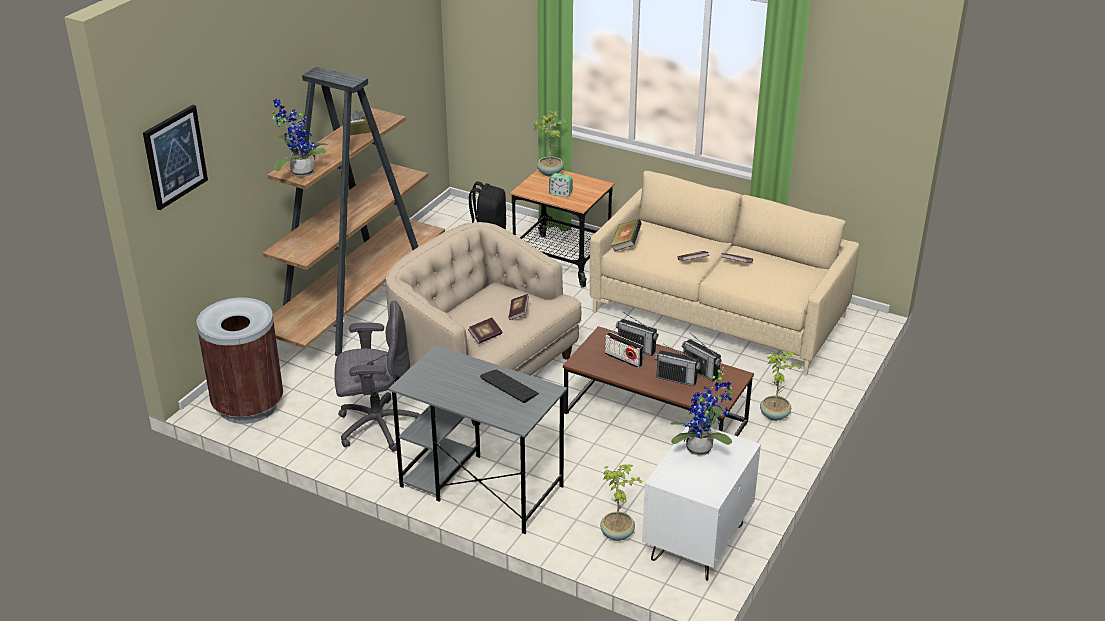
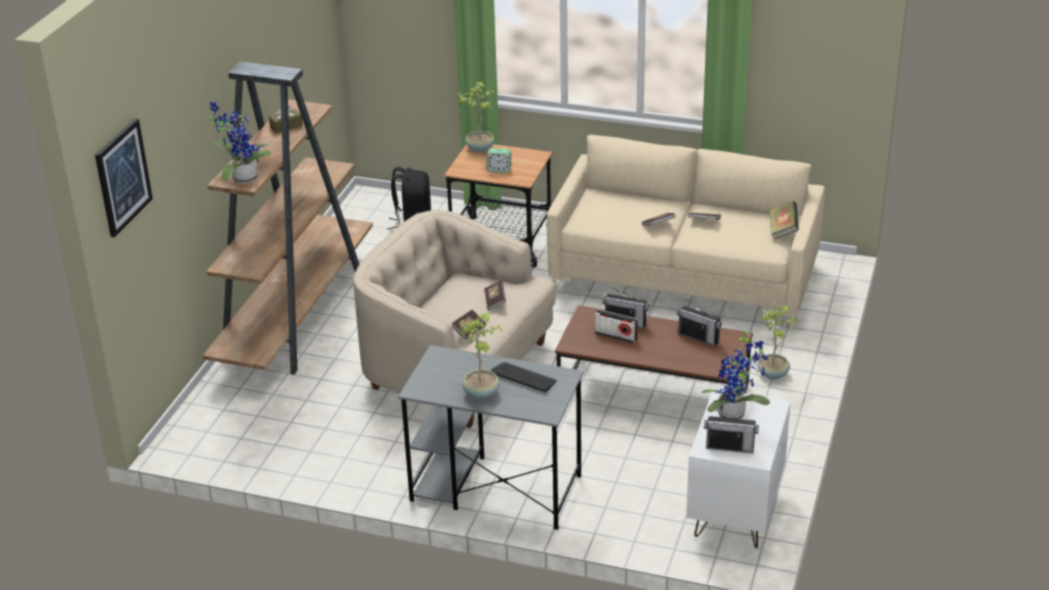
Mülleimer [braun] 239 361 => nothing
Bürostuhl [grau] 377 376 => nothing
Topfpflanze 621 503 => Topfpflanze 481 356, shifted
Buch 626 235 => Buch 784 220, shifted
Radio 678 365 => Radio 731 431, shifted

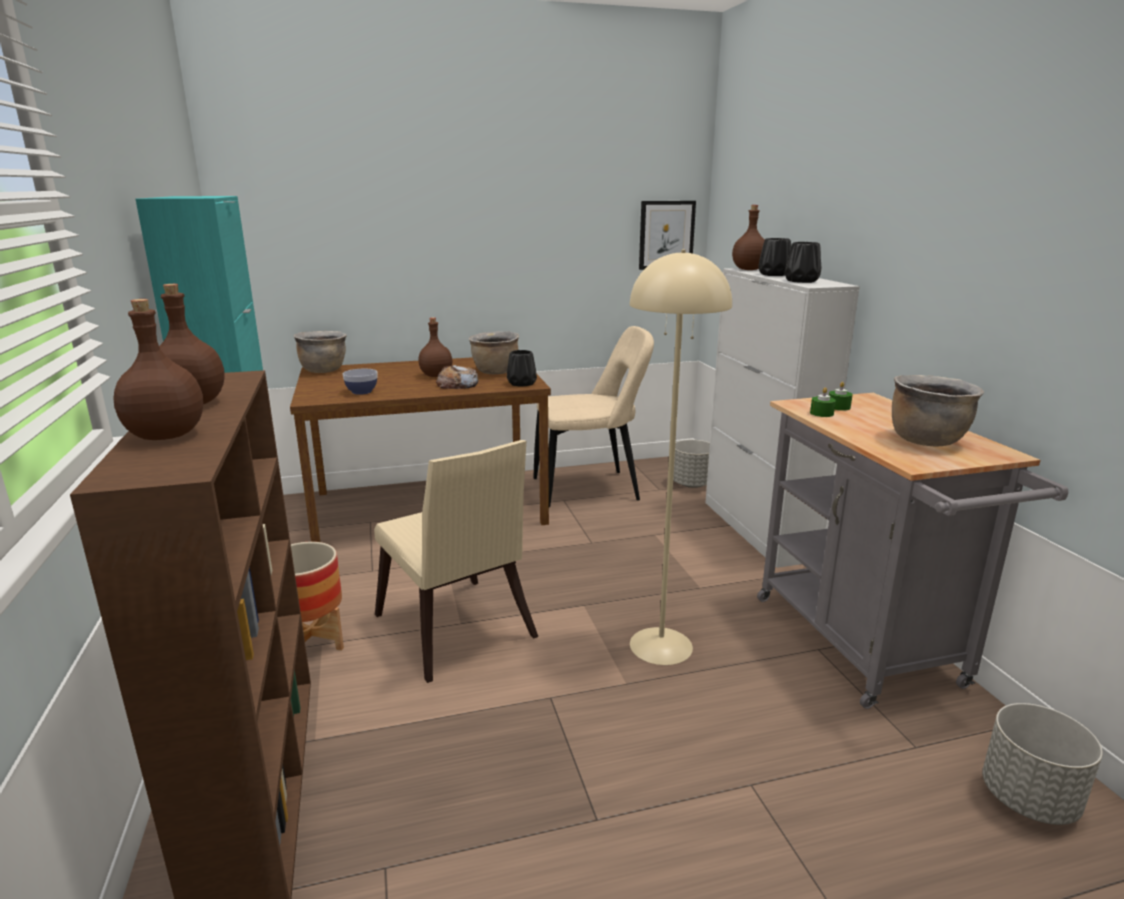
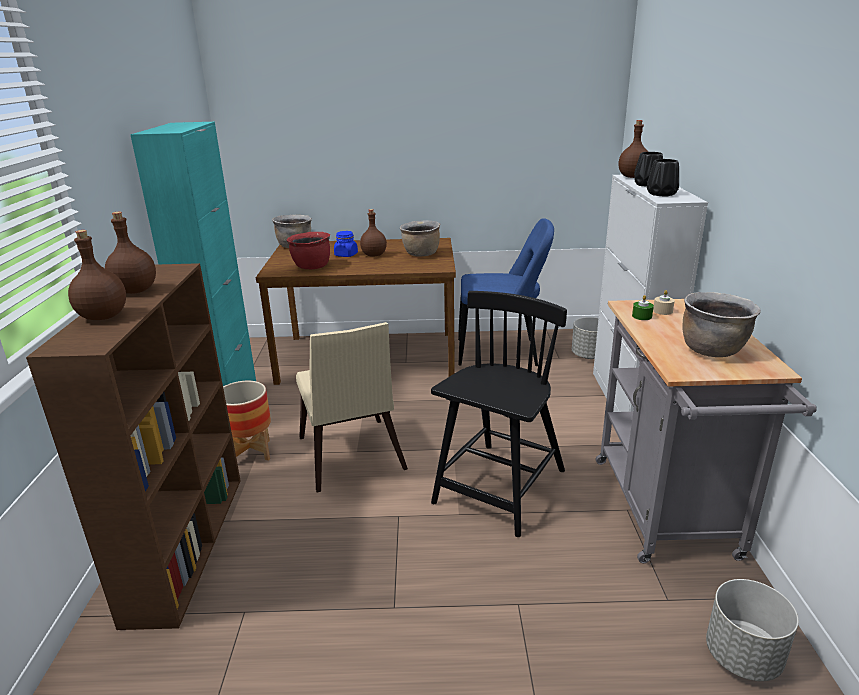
Schüssel 360 382 => Kochtopf [rot] 308 250
Brot 457 377 => nothing
Vase [schwarz] 522 368 => nothing
Stuhl [beige] 593 416 => Stuhl [blau] 506 292
Stehlampe [beige] 681 457 => Stuhl [schwarz] 499 414
Bild 667 235 => nothing
Kerze [grün] 841 396 => Kerze [beige] 664 302
nothing => Vorratsglas [blau] 346 244

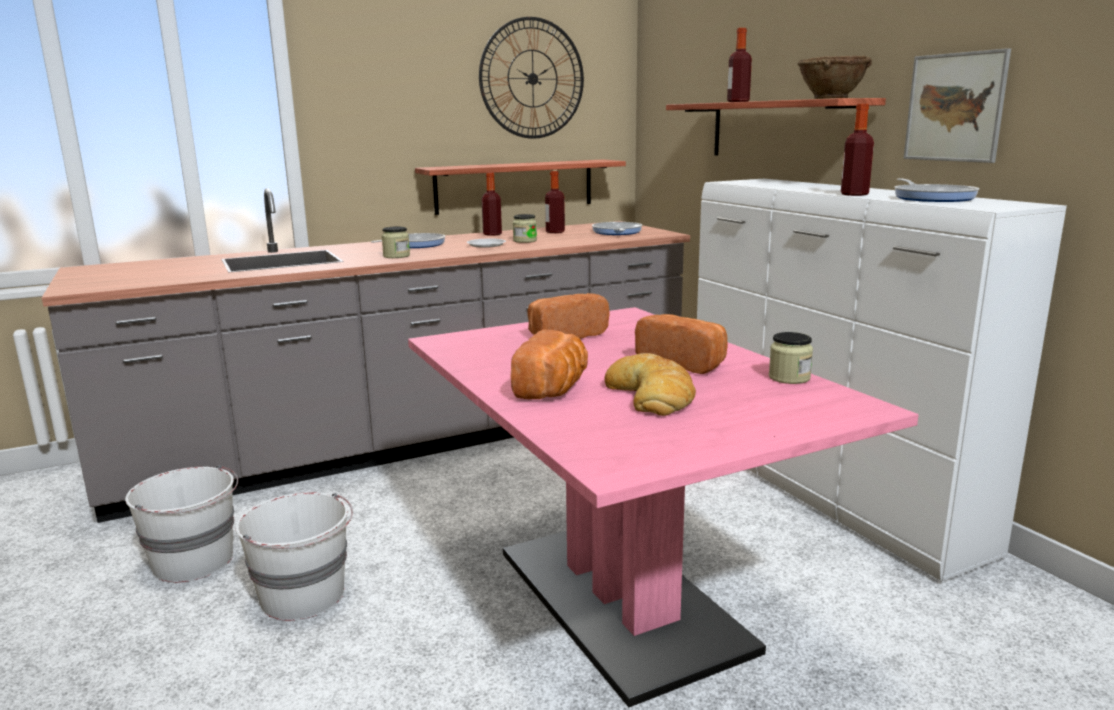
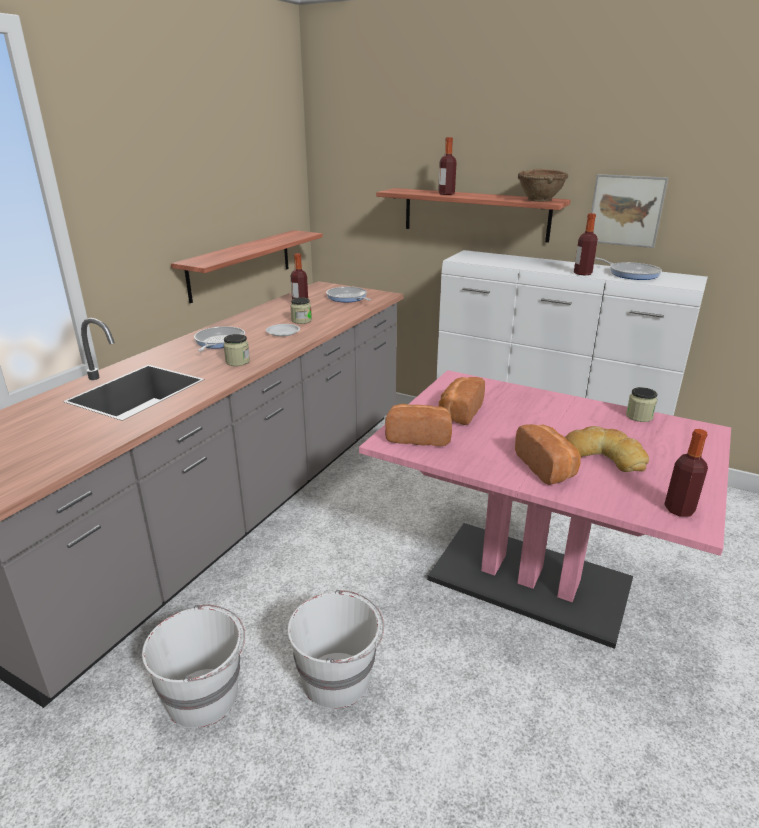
Wanduhr 531 78 => nothing
Flasche 492 204 => Flasche 686 473, shifted
Brot 681 344 => Brot 418 425, shifted

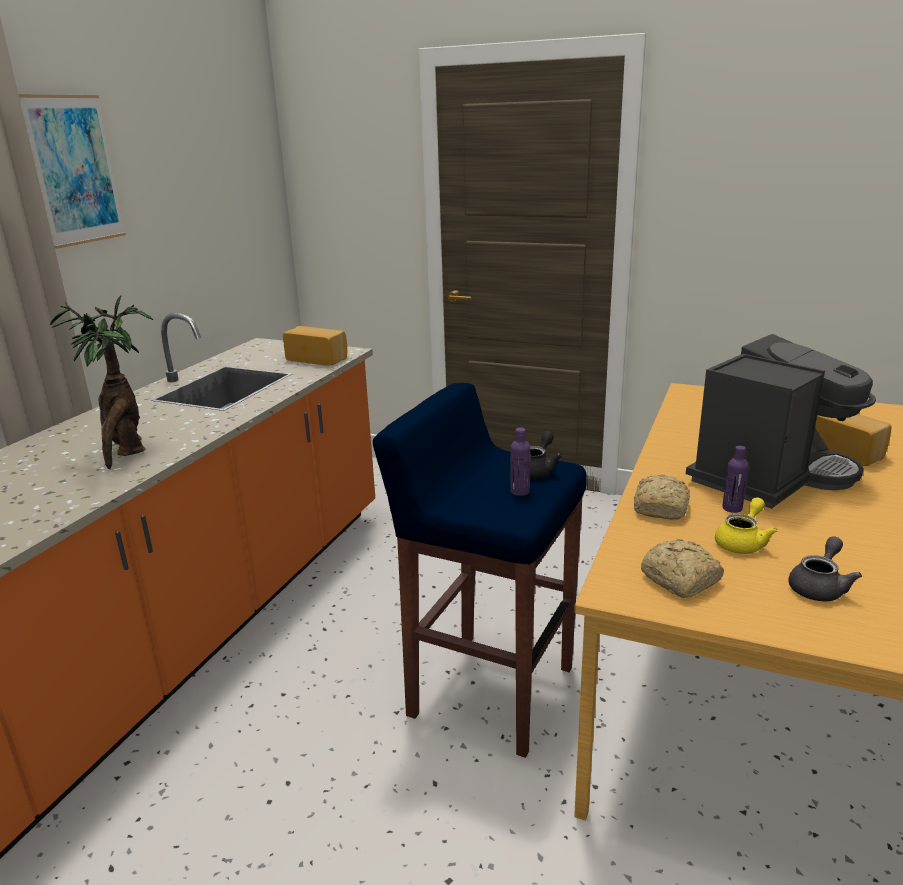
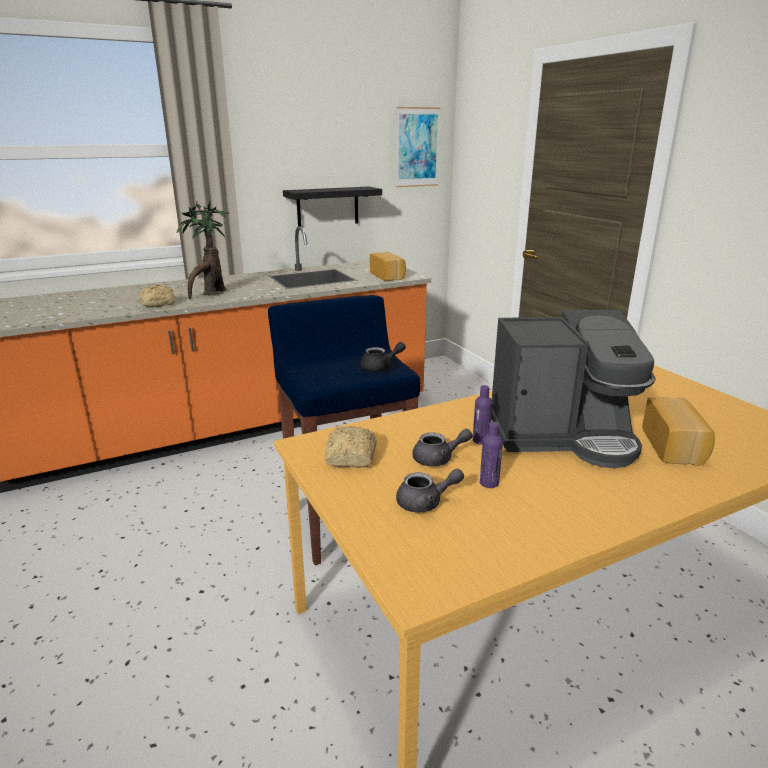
Bild 72 171 => Bild 418 147, shifted
Flasche [lila] 520 462 => Flasche [lila] 491 455, shifted
Brot 662 497 => Brot 157 295, shifted
Teekanne [gelb] 746 525 => Teekanne [grau] 442 447
nothing => Wandregal [schwarz] 332 206

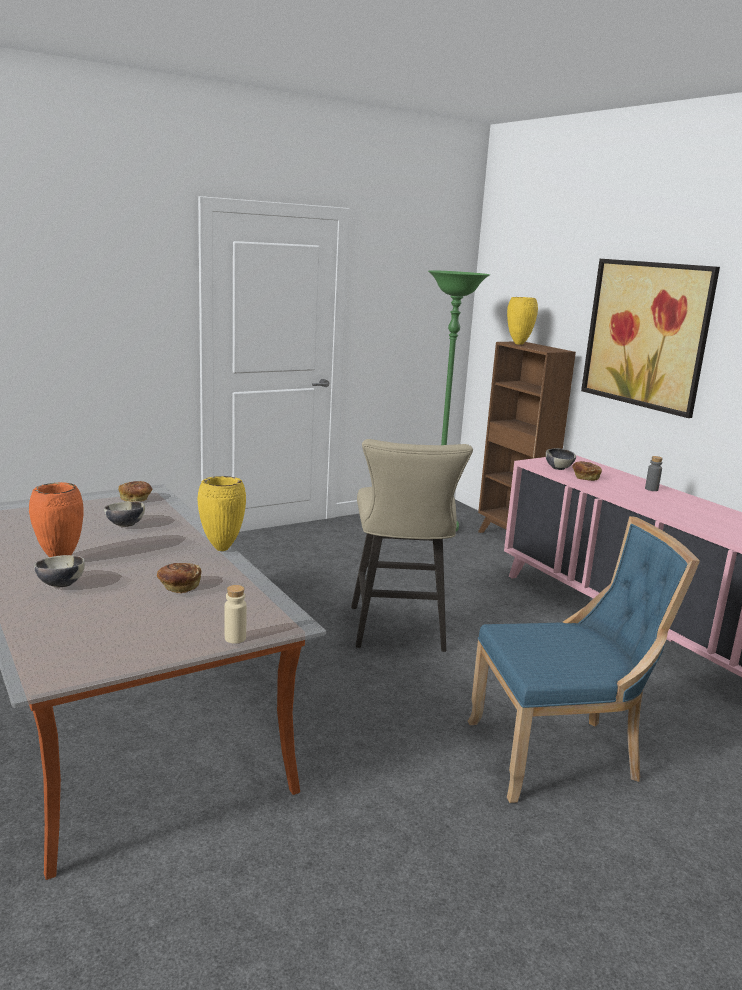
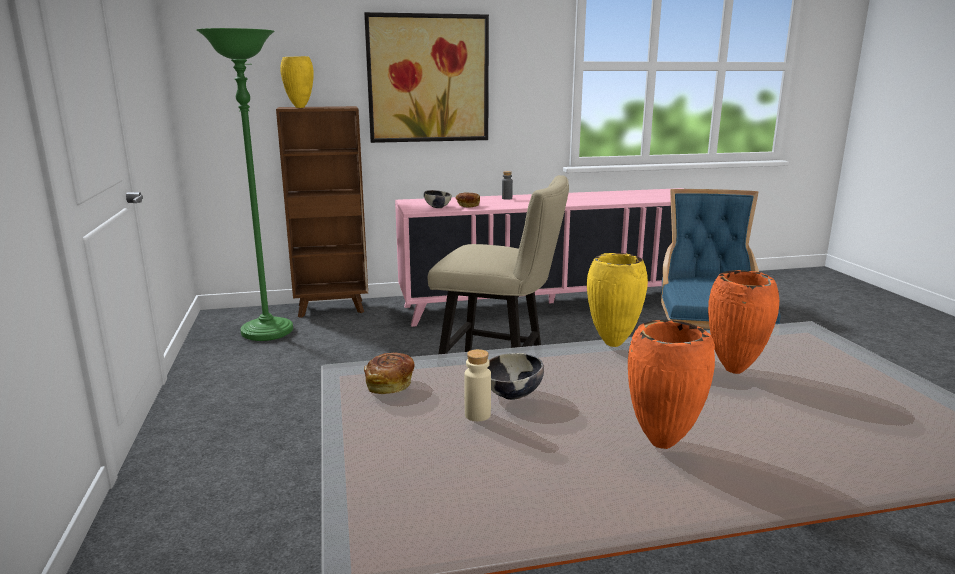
Schüssel 59 571 => nothing
Brot 179 578 => Vase [orange] 743 322
Flasche [beige] 235 614 => Flasche [beige] 477 385, shifted

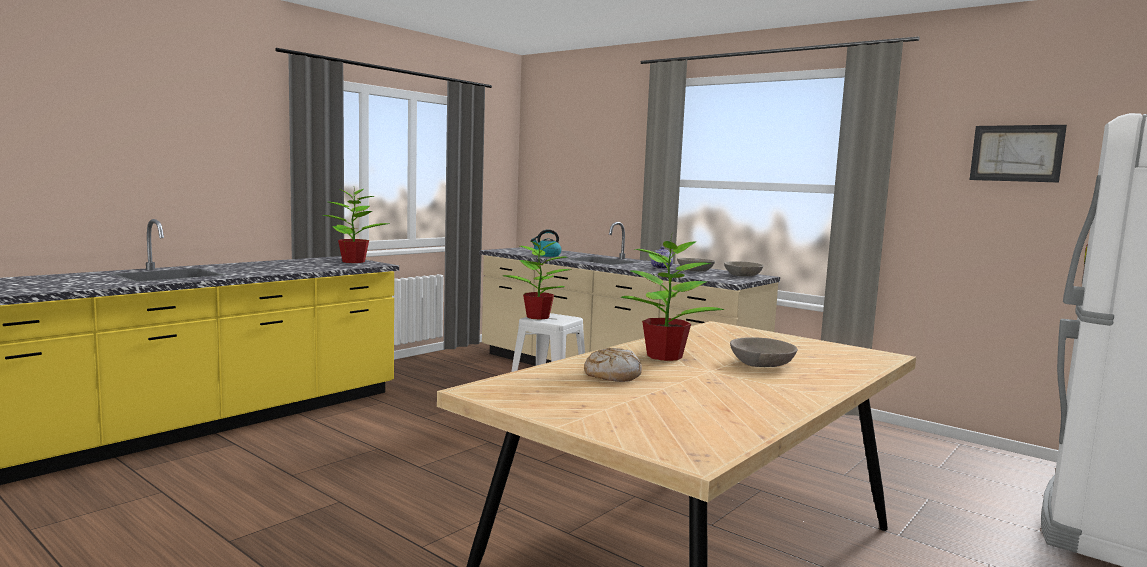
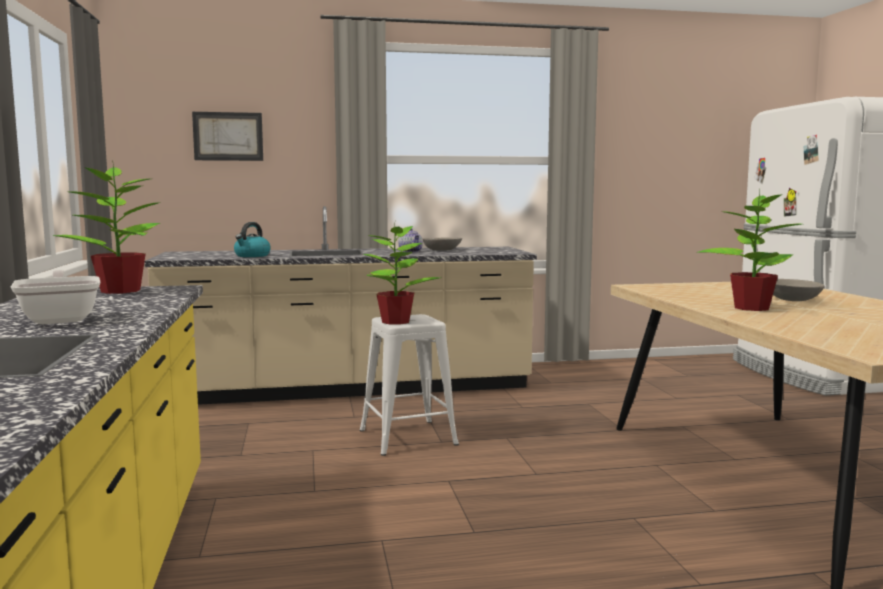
Brot 613 365 => nothing
Schüssel [grau] 744 268 => nothing
Bild 1018 154 => Bild 227 136, shifted
nothing => Pfanne 56 297

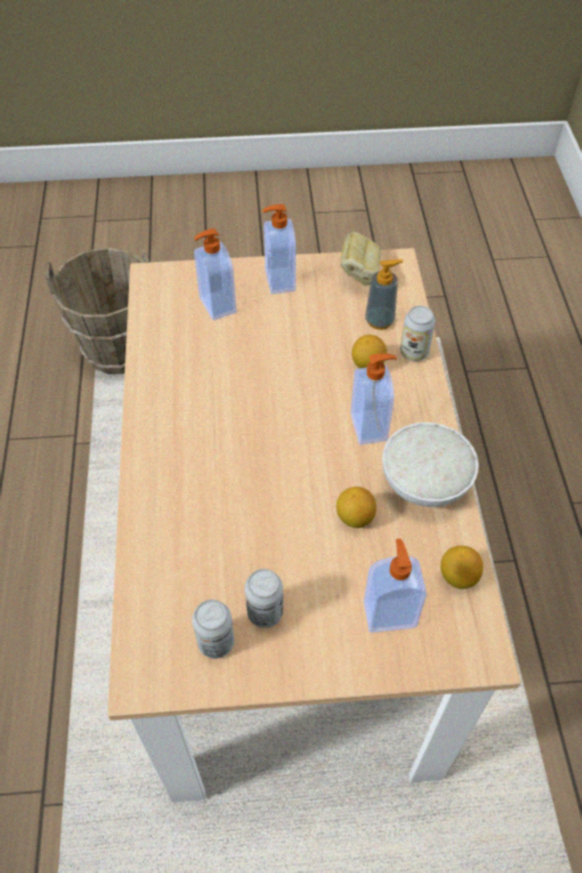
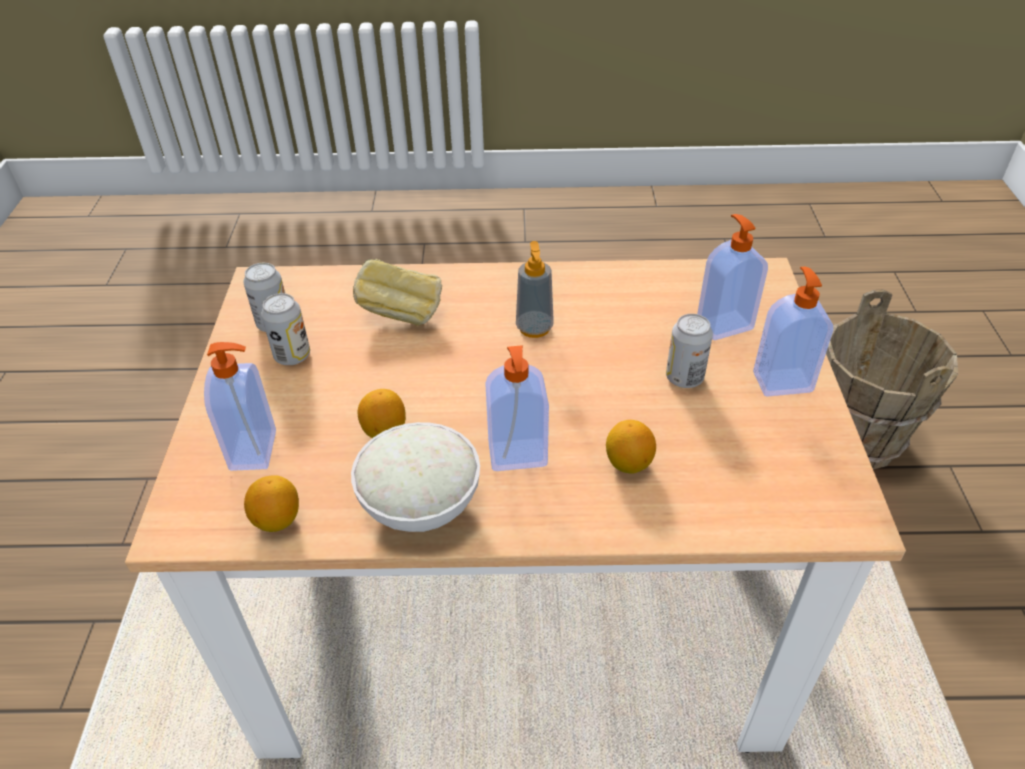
Brot 360 259 => Brot 397 292, shifted
Seifenspender 384 294 => Seifenspender 535 289, shifted
Dose 417 333 => Dose 689 351, shifted

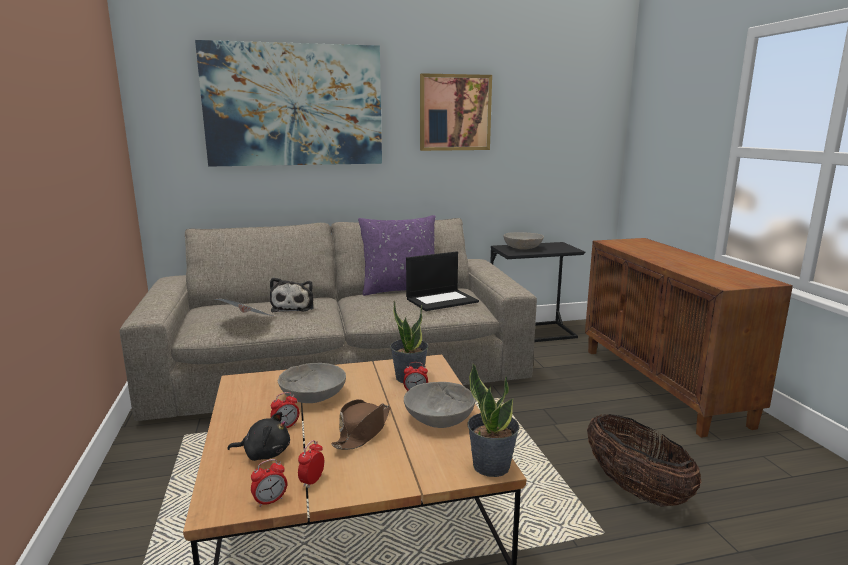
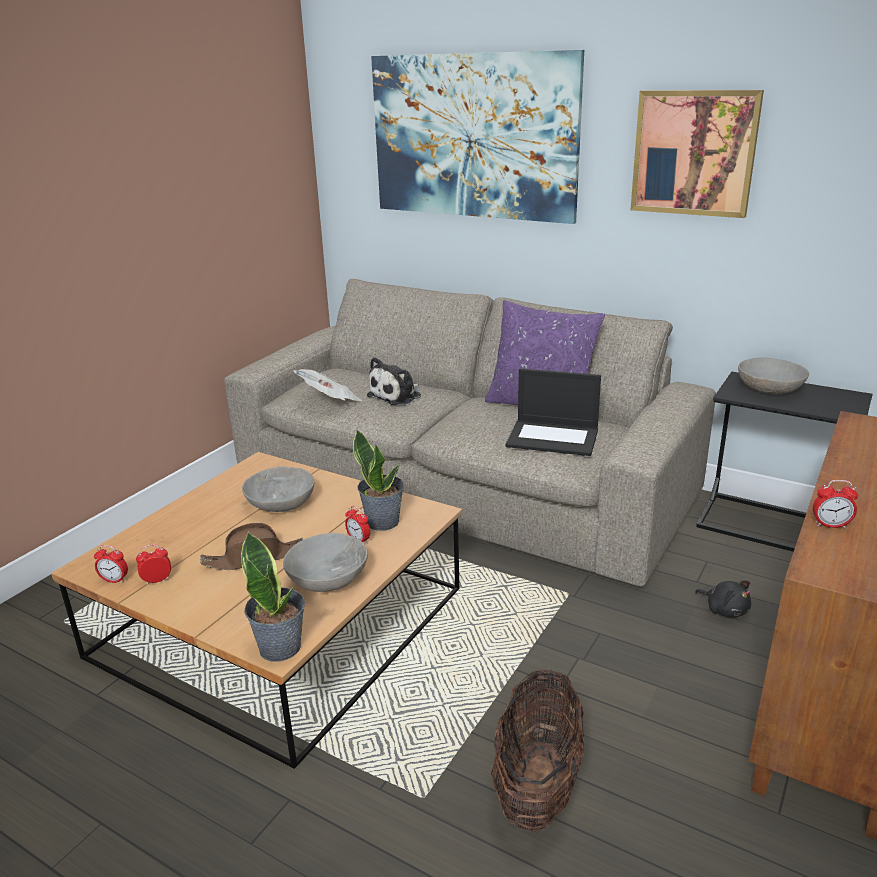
Plüschtier [schwarz] 259 436 => Plüschtier [schwarz] 723 599, shifted
Wecker 284 410 => Wecker 835 504, shifted

